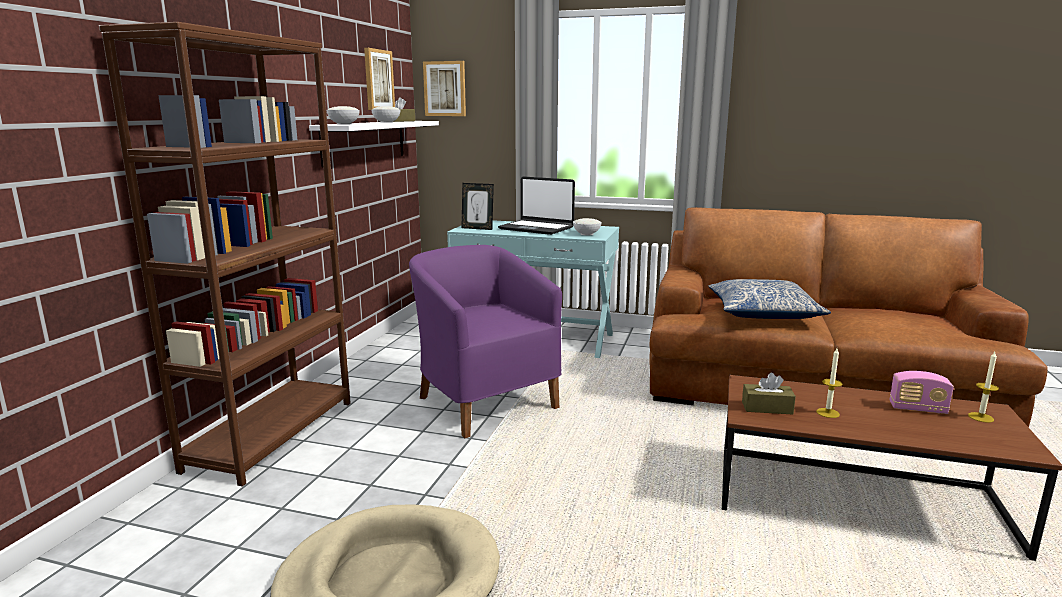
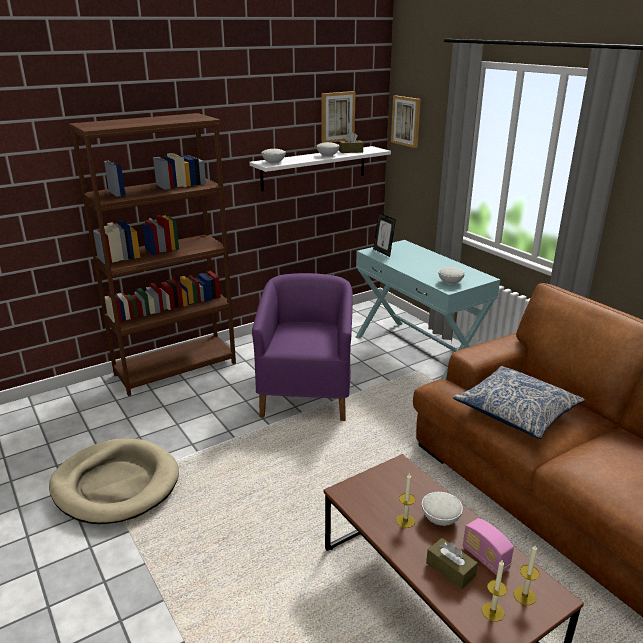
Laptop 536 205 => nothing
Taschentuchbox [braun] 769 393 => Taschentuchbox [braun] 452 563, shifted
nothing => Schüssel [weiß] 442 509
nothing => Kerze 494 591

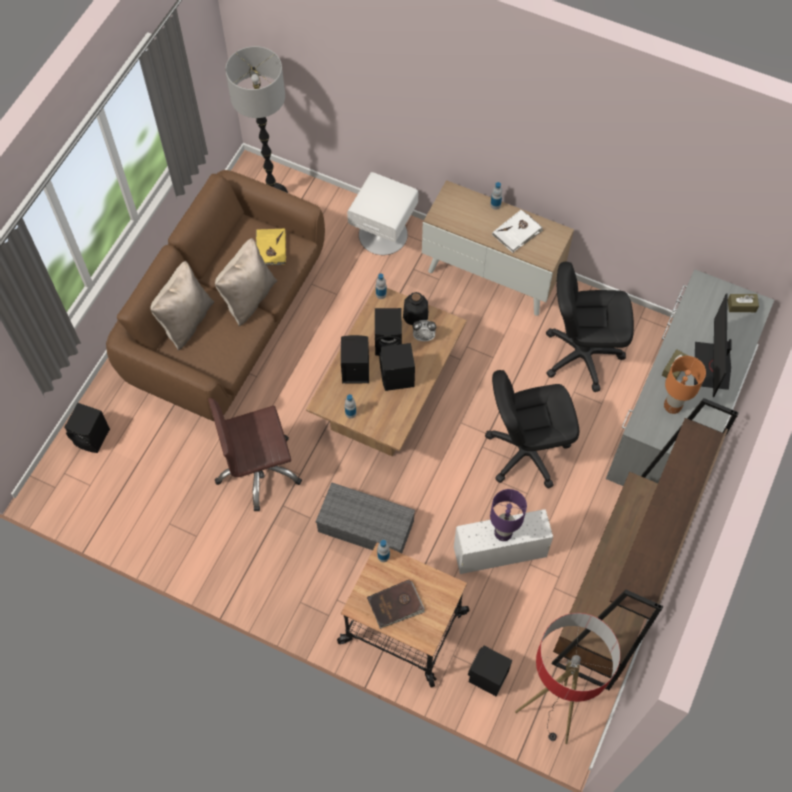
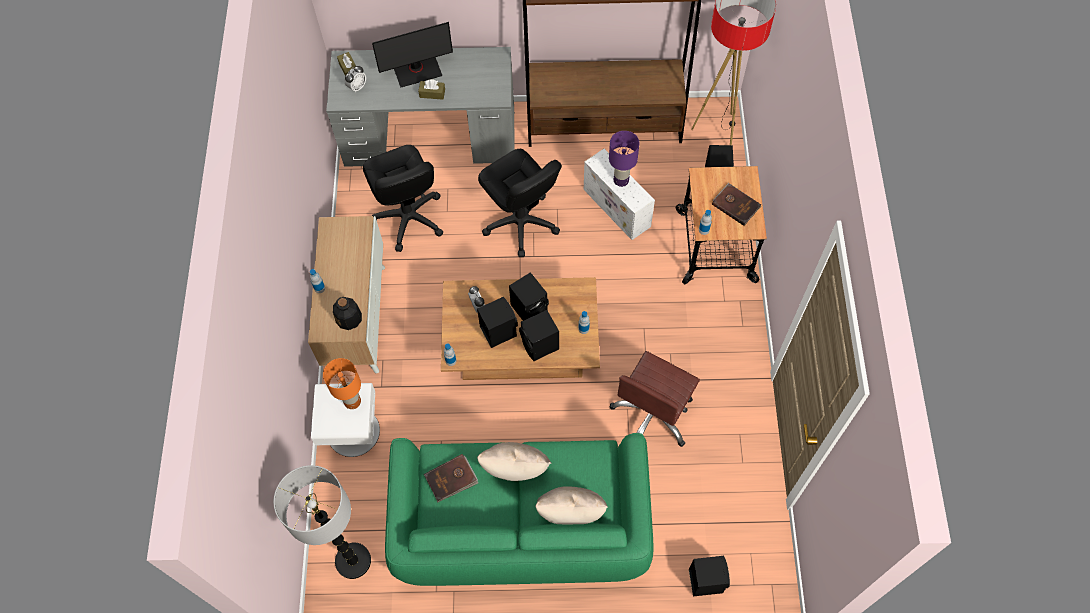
Sofa [braun] 215 295 => Sofa [grün] 519 509
Bürostuhl [braun] 255 454 => Bürostuhl [braun] 654 399, 75 degrees clockwise
Buch [gelb] 271 246 => Buch [braun] 451 478
Aufbewahrungsbox [grau] 365 517 => nothing
Flasche 415 309 => Flasche 347 313, shifted
Buch [weiß] 517 231 => nothing
Tischlampe [orange] 685 385 => Tischlampe [orange] 342 383, shifted
nothing => Wecker 355 79

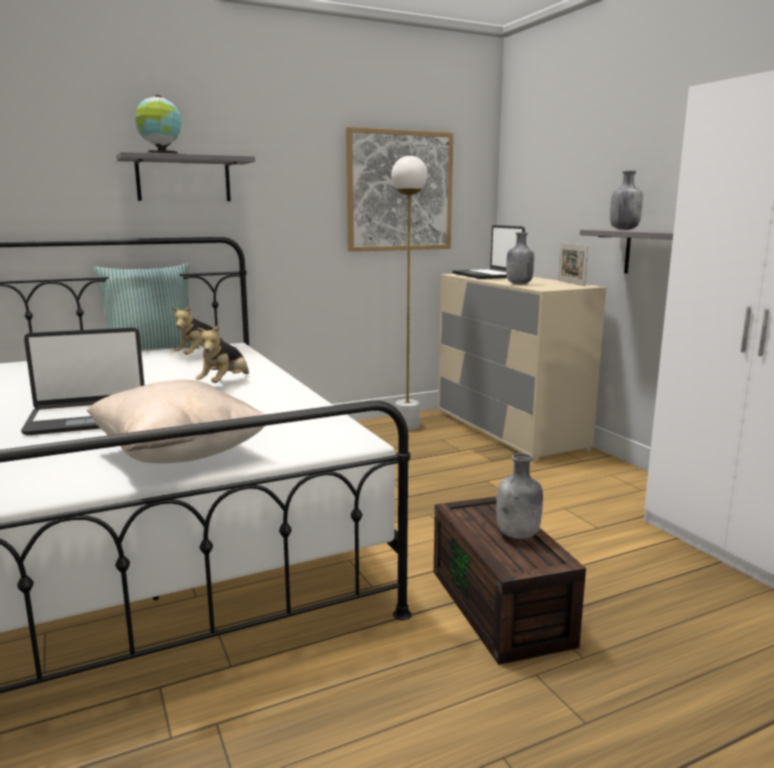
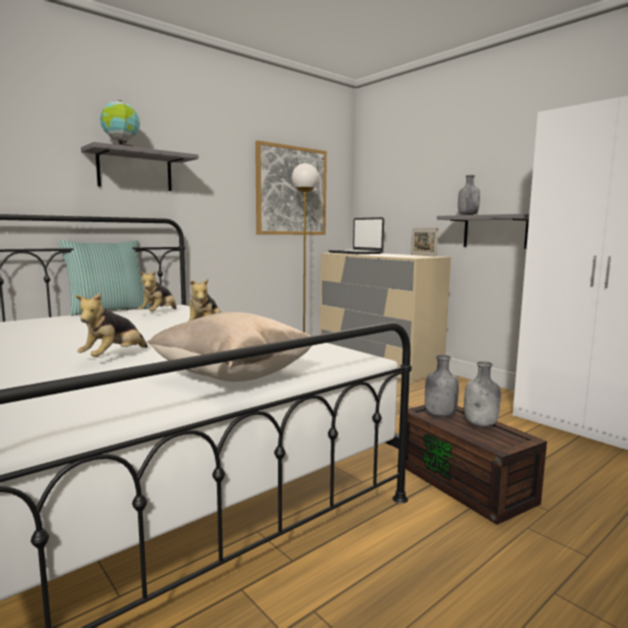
Laptop 82 381 => Plüschtier 112 325
Flasche [grau] 520 258 => Flasche [grau] 442 386, shifted

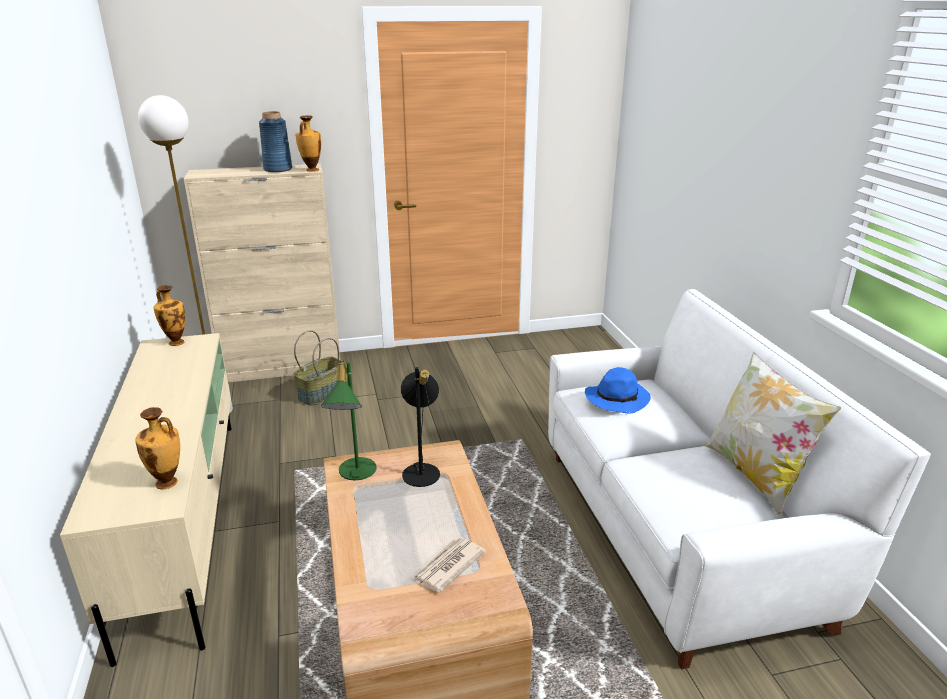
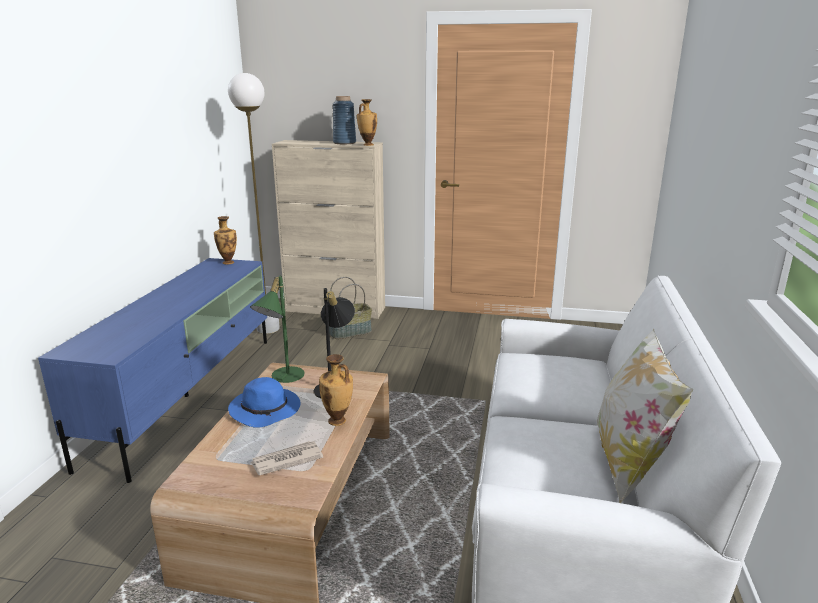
Fernsehschrank [beige] 146 500 => Fernsehschrank [blau] 152 370
Vase 157 448 => Vase 336 390, shifted
Hut [blau] 618 390 => Hut [blau] 264 402, shifted

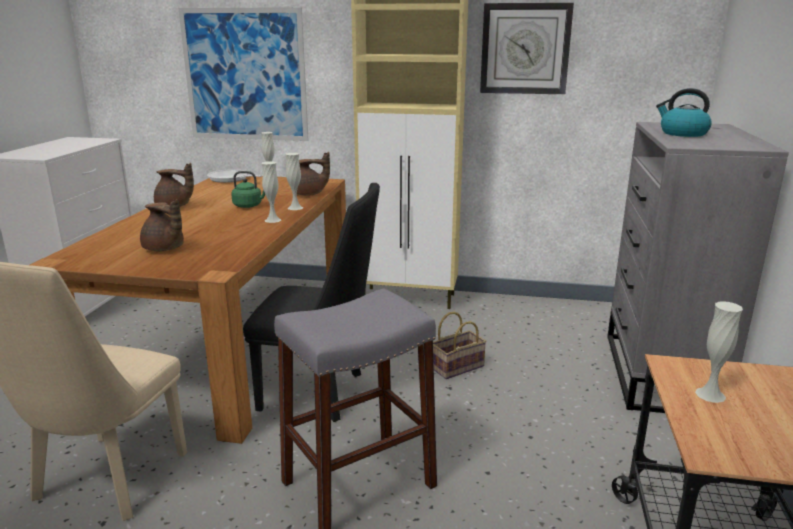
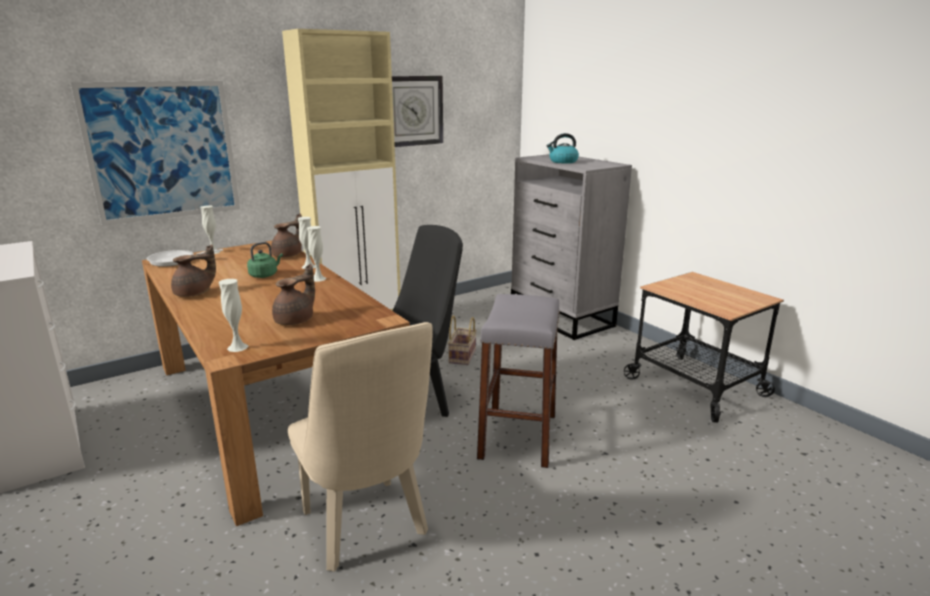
Teekanne [braun] 162 225 => Teekanne [braun] 293 294, 45 degrees counterclockwise
Vase [weiß] 719 352 => Vase [weiß] 233 315, shifted

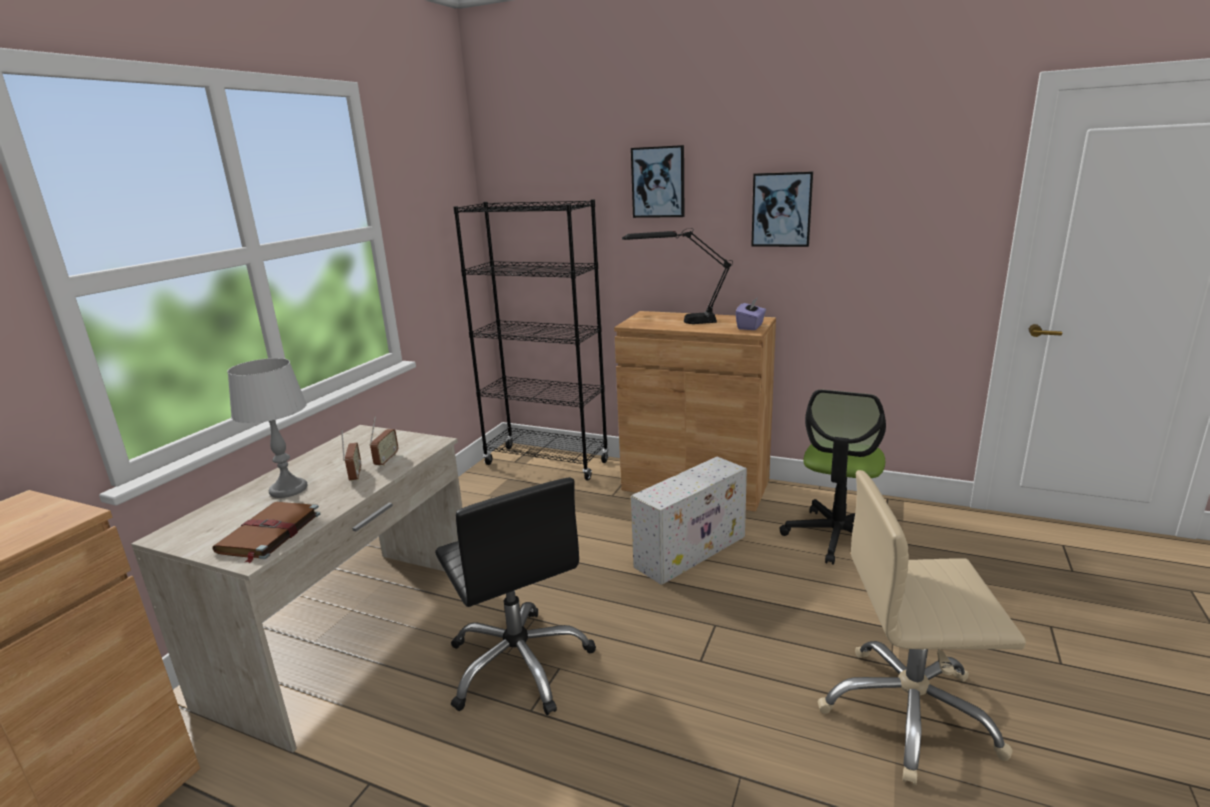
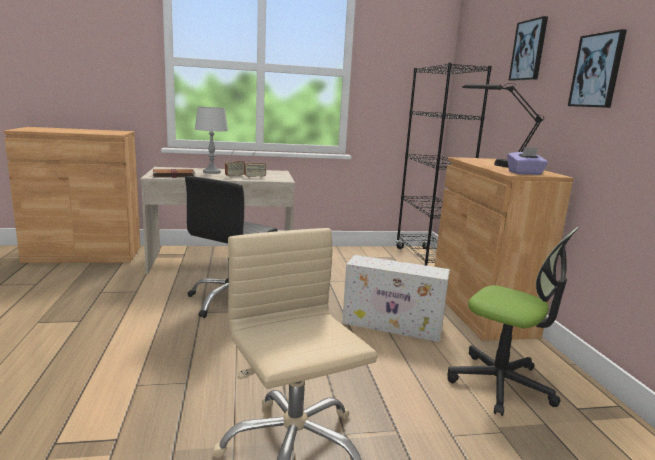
Bürostuhl 832 477 => Bürostuhl 513 321, 135 degrees counterclockwise

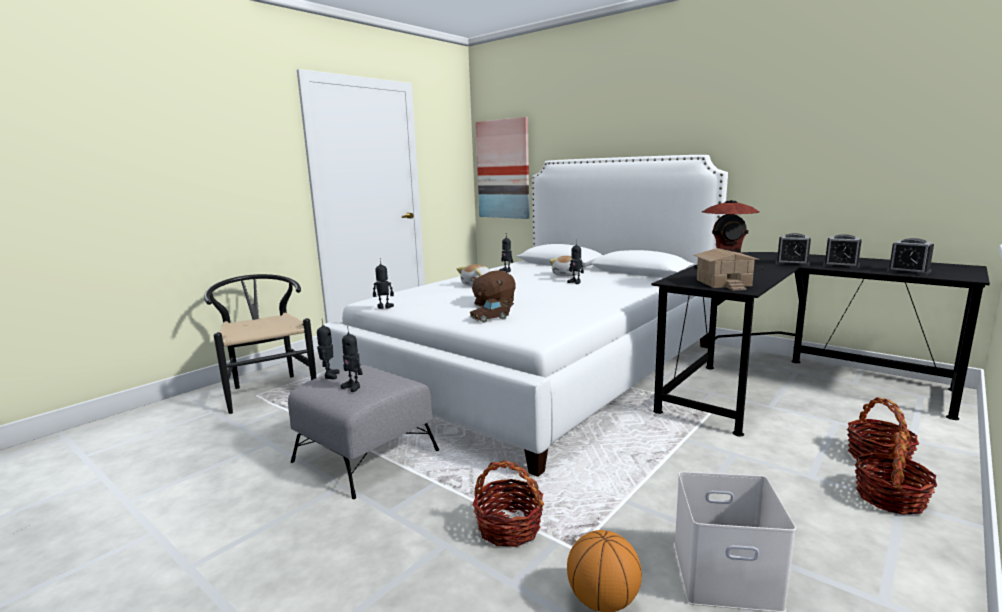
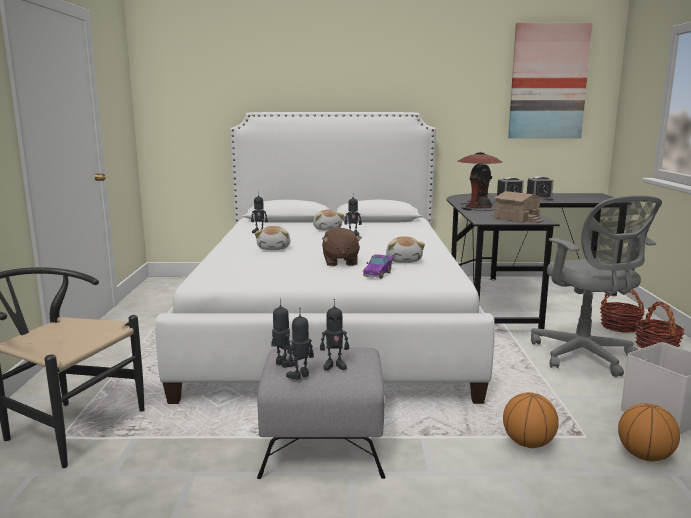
Spielzeugroboter 383 283 => Spielzeugroboter 300 344, shifted
Spielzeugauto [braun] 492 311 => Spielzeugauto [lila] 378 266
Korb 508 503 => Basketball 531 420
Bild 503 168 => Bild 550 80, shifted
Wecker 910 256 => nothing
nothing => Plüschtier 405 249
nothing => Bürostuhl [grau] 596 286

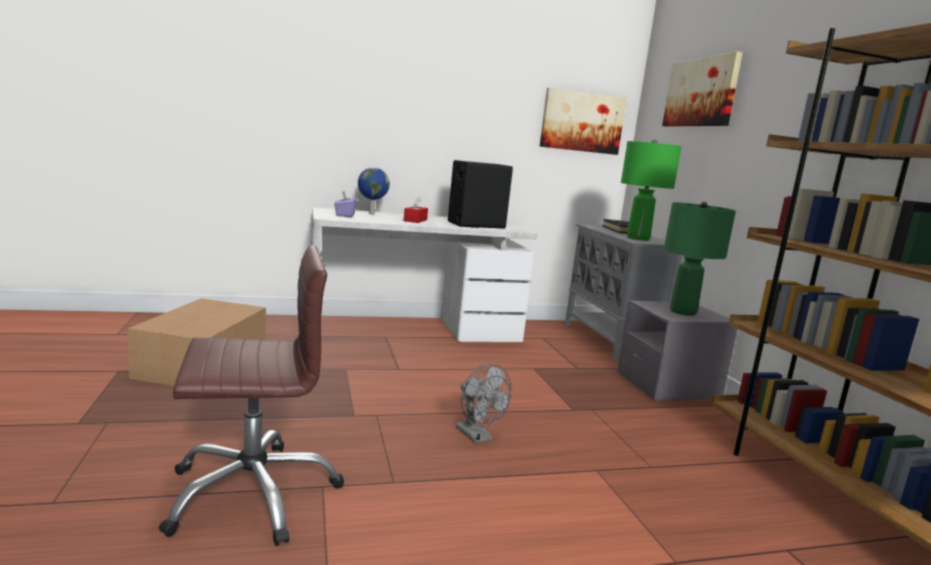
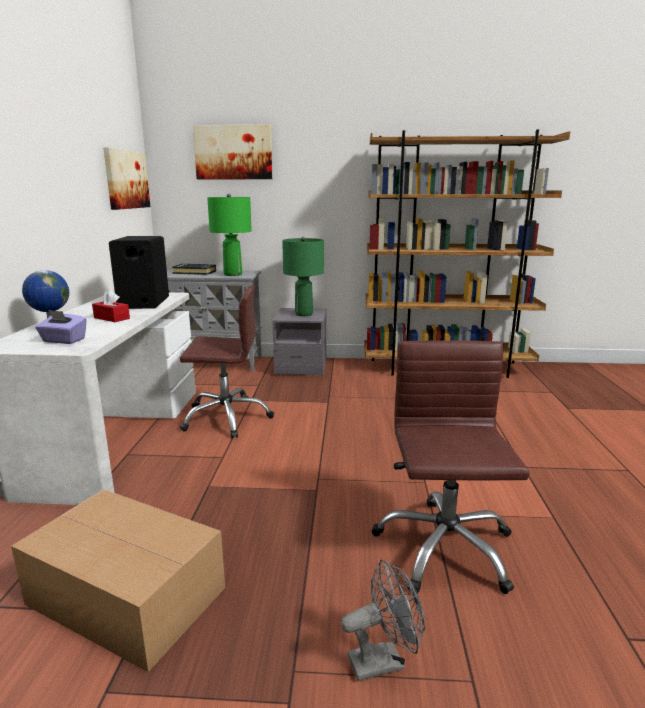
Ventilator [grau] 484 403 => Ventilator [grau] 383 620, shifted
nothing => Bürostuhl [braun] 227 361

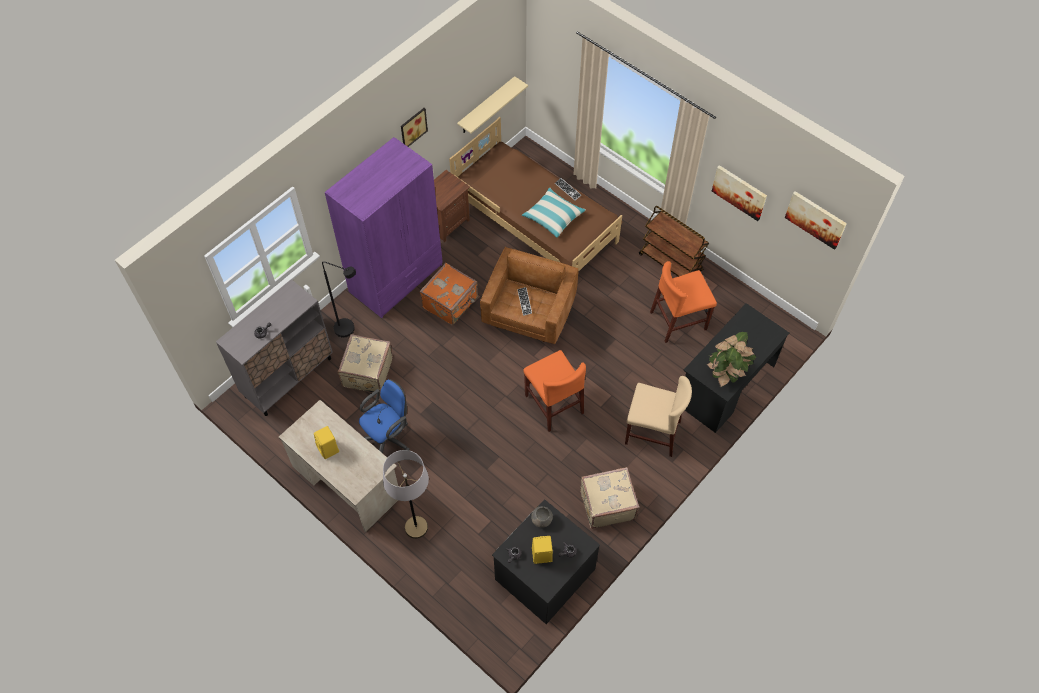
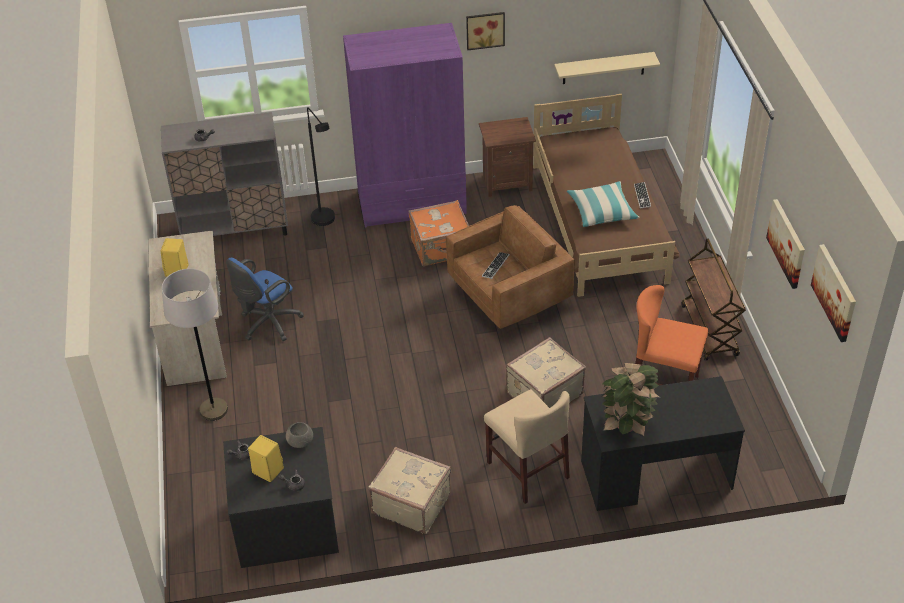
Koffer [beige] 365 363 => Koffer [beige] 546 372, shifted
Bürostuhl [blau] 384 416 => Bürostuhl [blau] 265 299, 135 degrees clockwise
Stuhl [orange] 554 391 => nothing

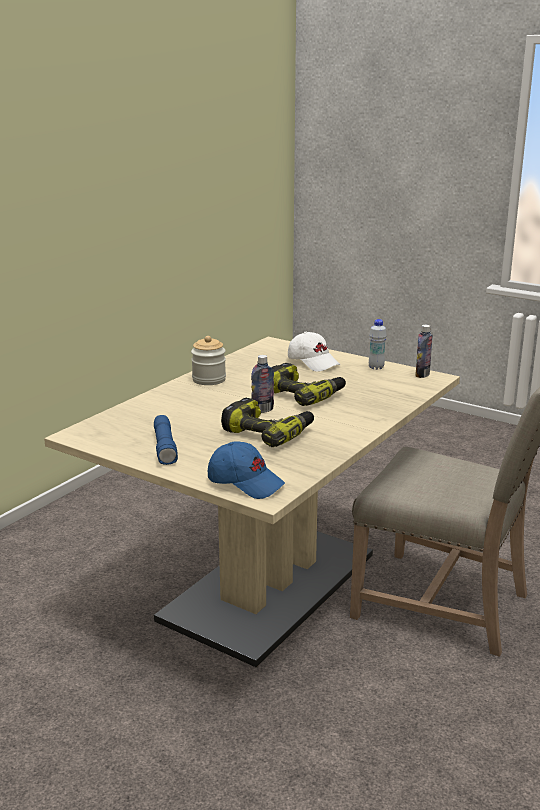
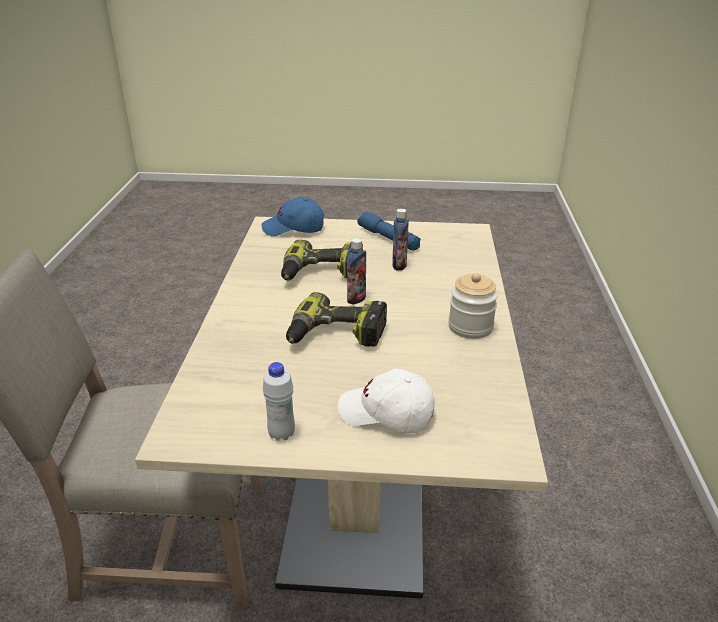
Flasche 424 351 => Flasche 400 240, shifted

